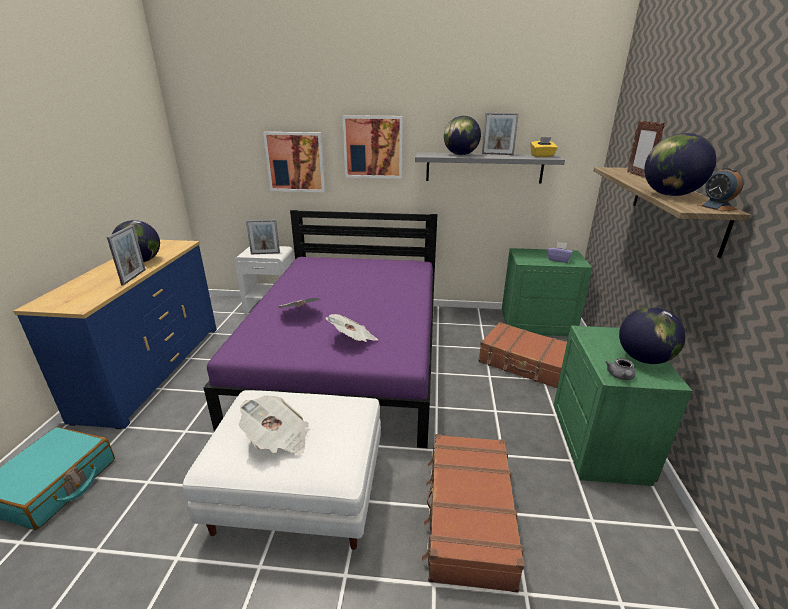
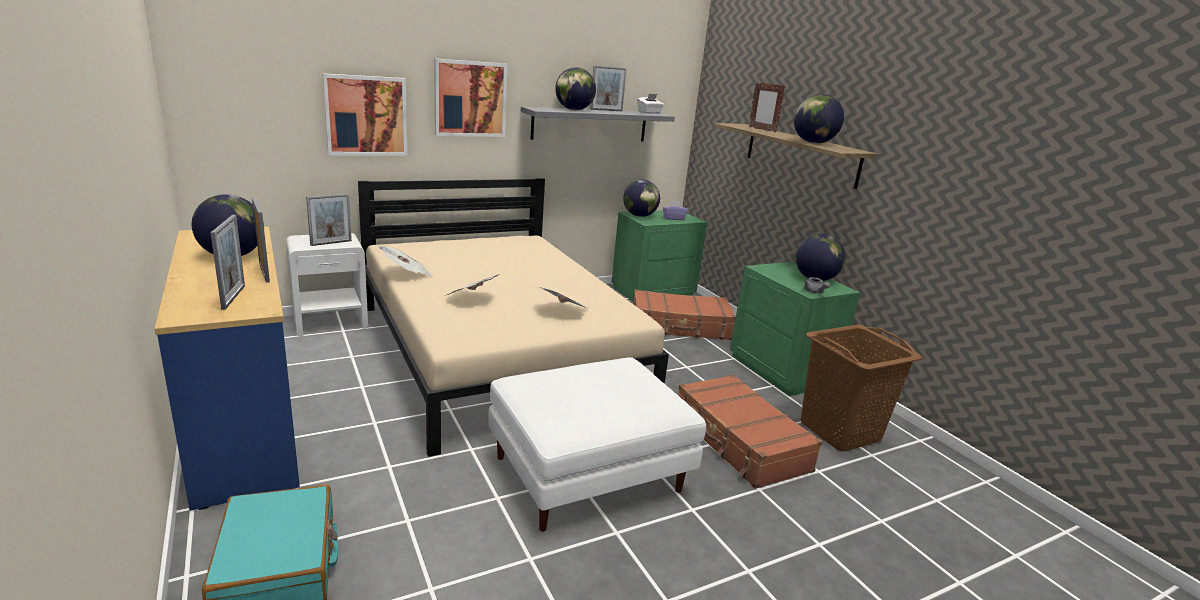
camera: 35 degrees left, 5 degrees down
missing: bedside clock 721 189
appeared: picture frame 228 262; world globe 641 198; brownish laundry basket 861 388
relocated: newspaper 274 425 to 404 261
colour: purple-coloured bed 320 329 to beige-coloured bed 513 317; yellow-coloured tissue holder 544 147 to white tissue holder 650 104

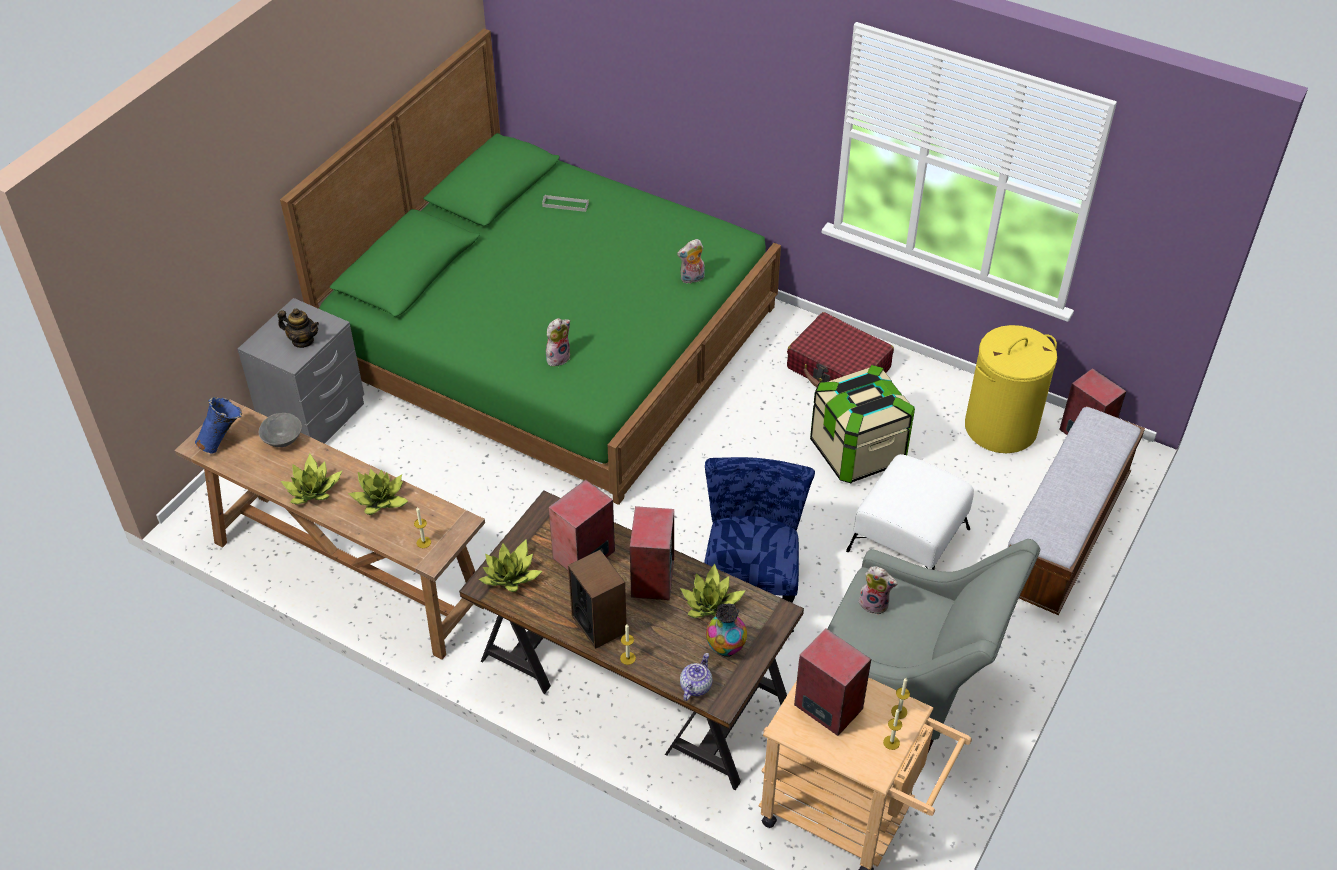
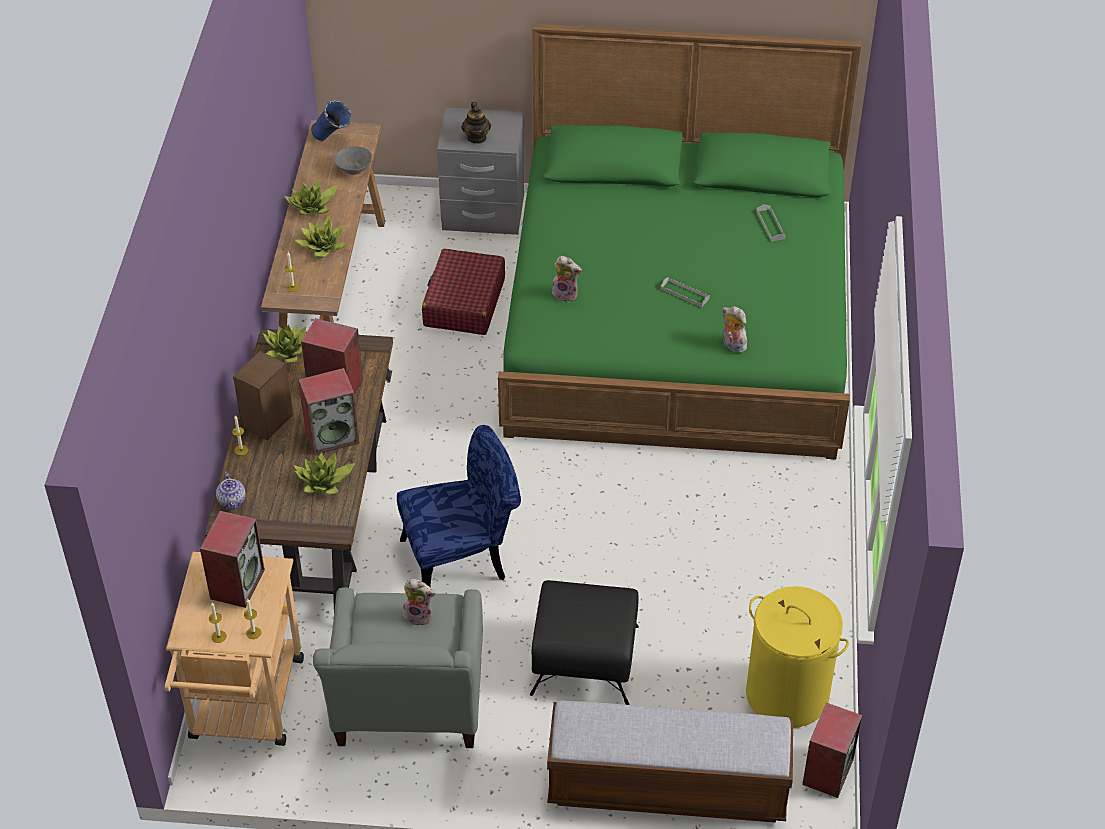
camera: 65 degrees right, 0 degrees up
missing: decorative vase 726 630; storage bin 862 424
appeared: grey tray 685 292
relocated: reddish piece of luggage 840 349 to 463 292
colour: white ottoman 910 512 to black ottoman 584 642
spun: pot for tea 696 677 = 231 490 75 degrees clockwise; cuddly toy 878 590 = 419 602 75 degrees counterclockwise

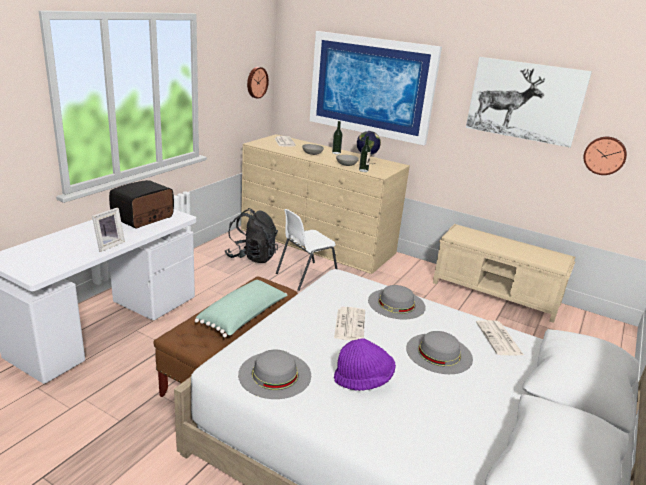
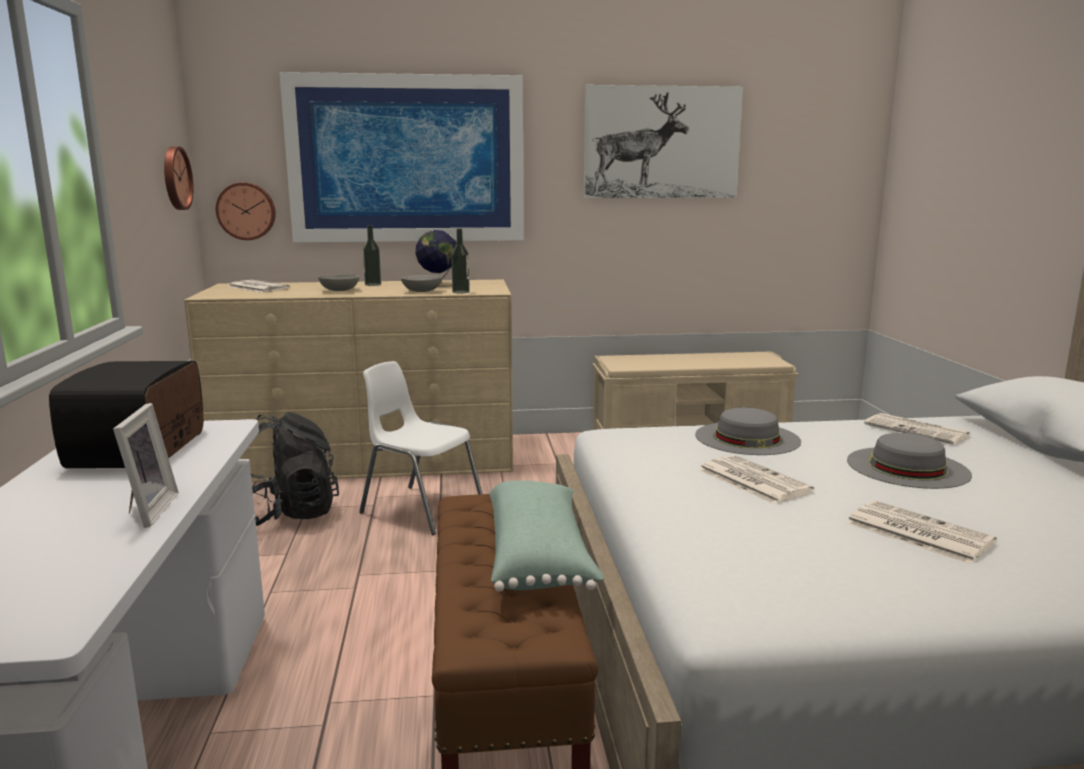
camera: 35 degrees left, 10 degrees down
missing: grey wearable hat 274 374
relocated: wall clock 605 156 to 246 211
exchanged: purple-coloured wearable hat 365 364 to newspaper 921 532
spun: white upright chair 306 250 = 420 448 105 degrees clockwise

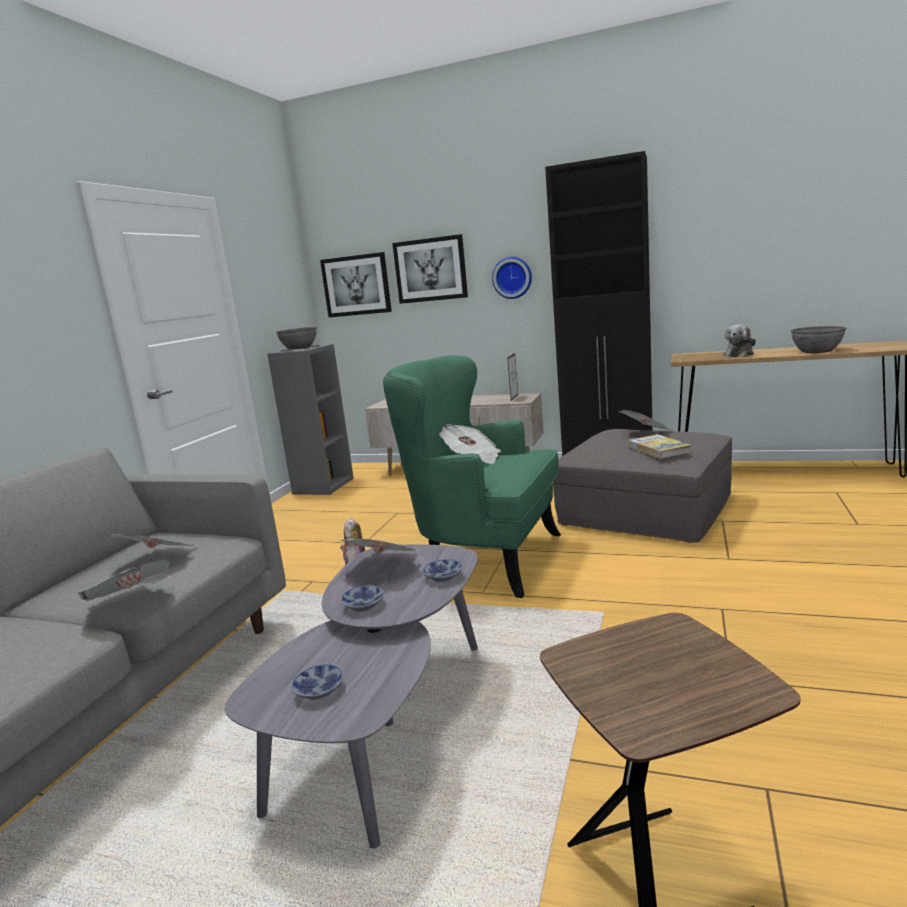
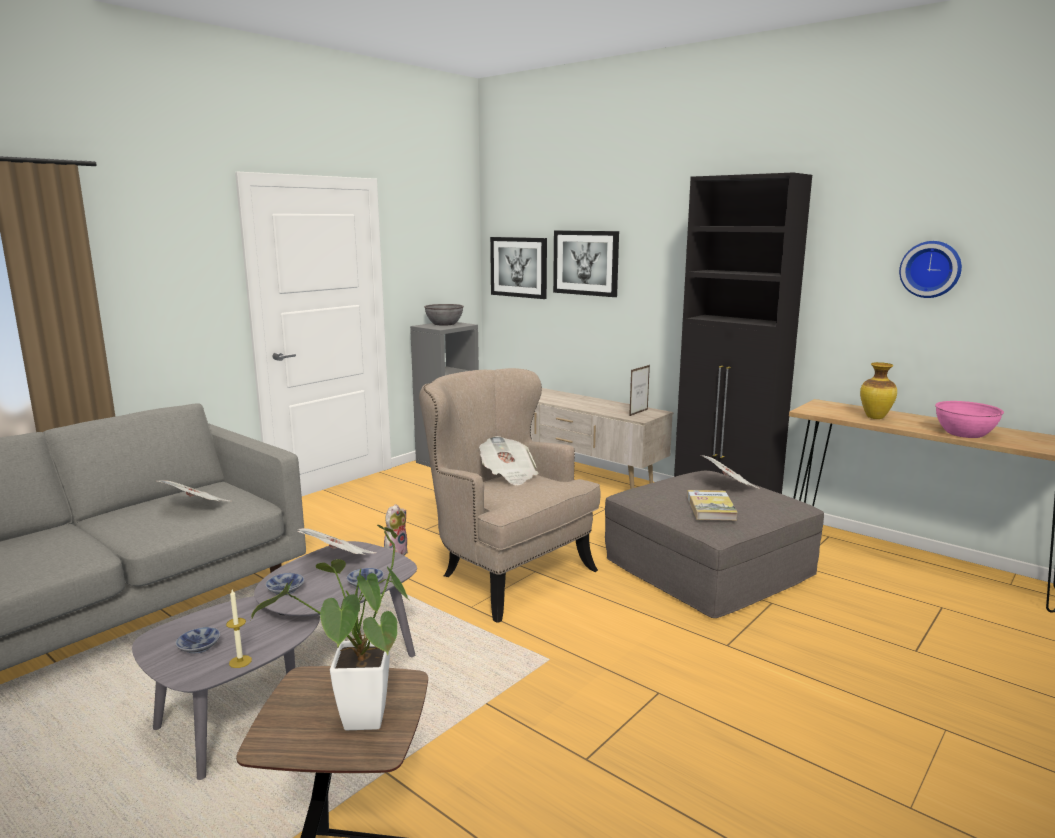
camera: 20 degrees right, 0 degrees up
missing: newspaper 124 580
appeared: candle 239 629; houseplant 330 627
relocated: wall clock 512 278 to 930 269
exchanged: cuddly toy 739 341 to decorative vase 878 390
colour: green armchair 472 476 to beige-coloured armchair 509 495; grey bowl 819 339 to pinkish bowl 969 419

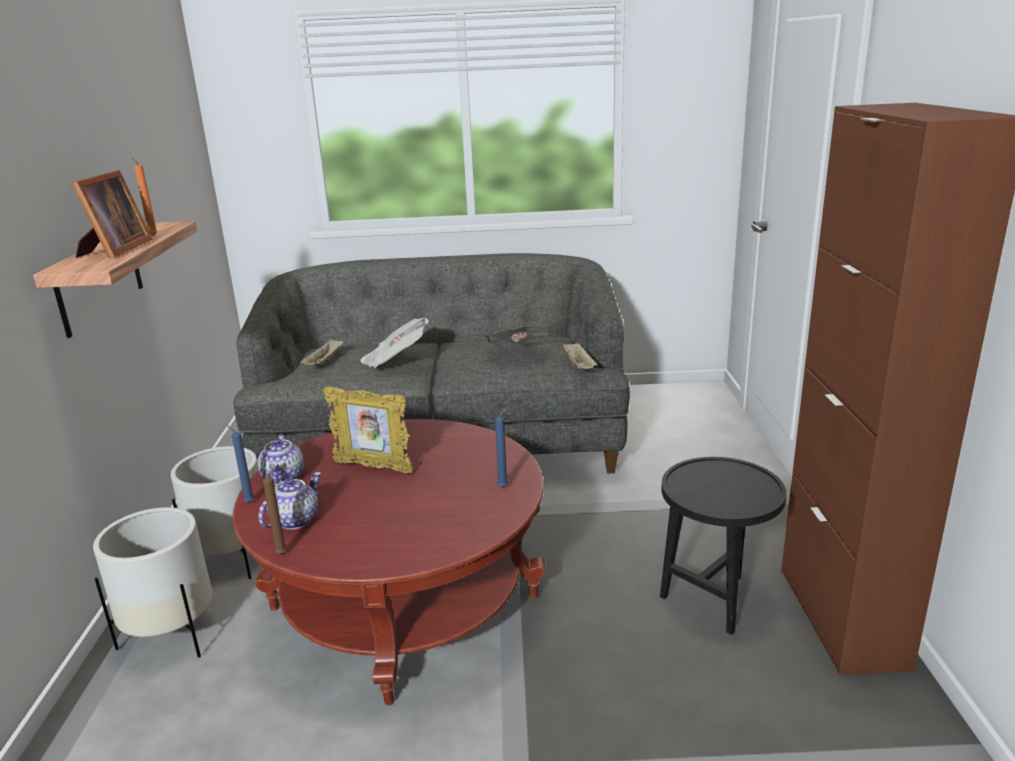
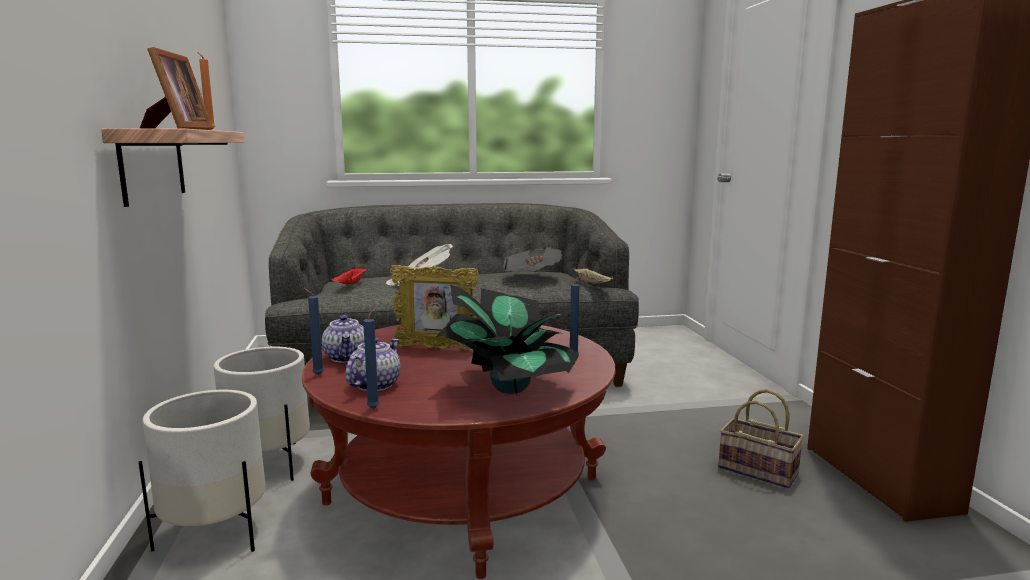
camera: 10 degrees left, 10 degrees down
appeared: houseplant 507 339
exchanged: black accent table 723 546 to storage basket 761 438
colour: brownish candle 275 510 to blue candle 371 358; beige-coloured tray 321 352 to reddish tray 349 276

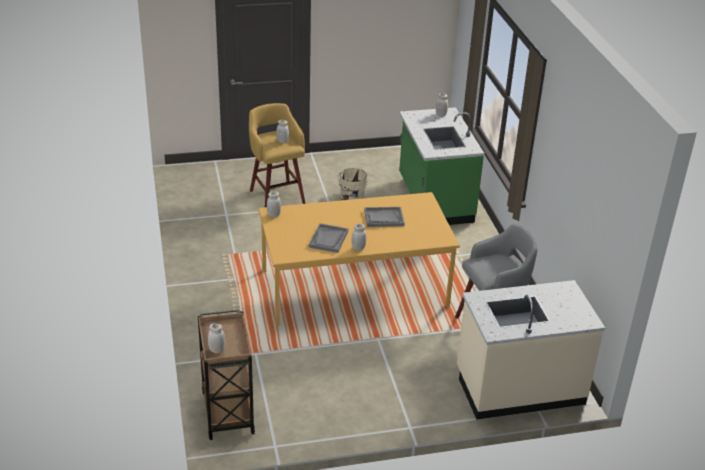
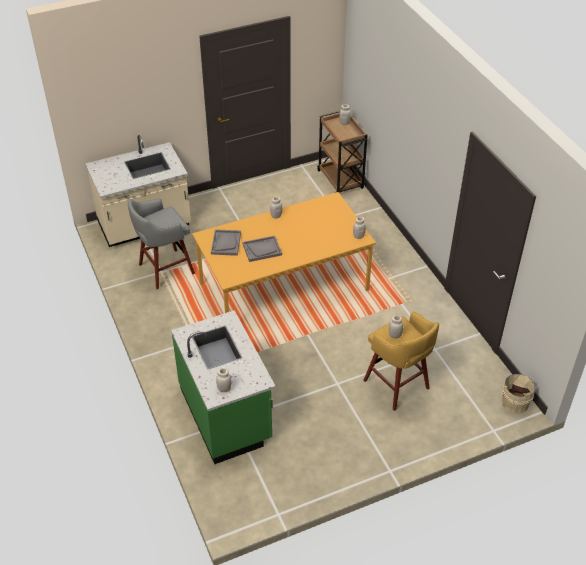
camera: 170 degrees right, 10 degrees up
relocated: grey tray 328 238 to 226 242; beige-coloured pail 353 184 to 518 394

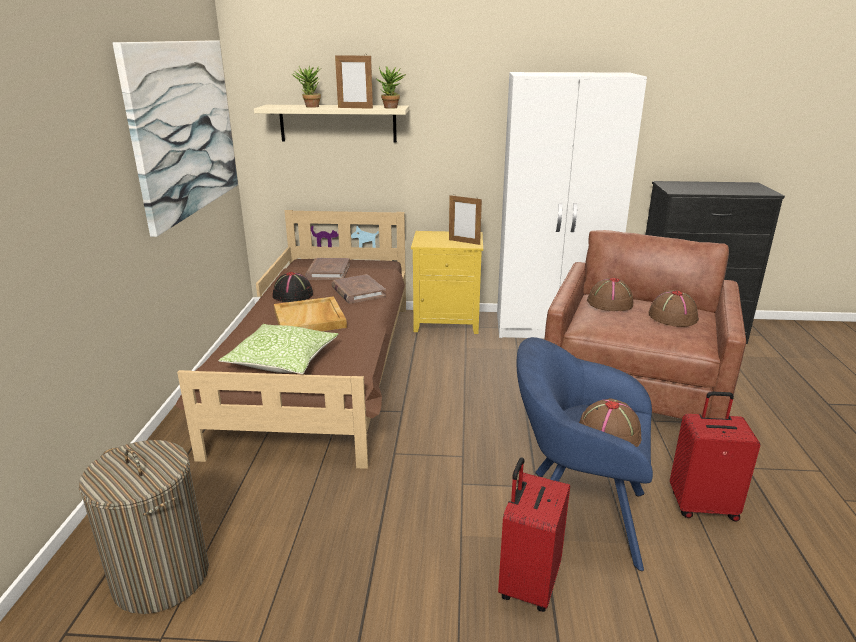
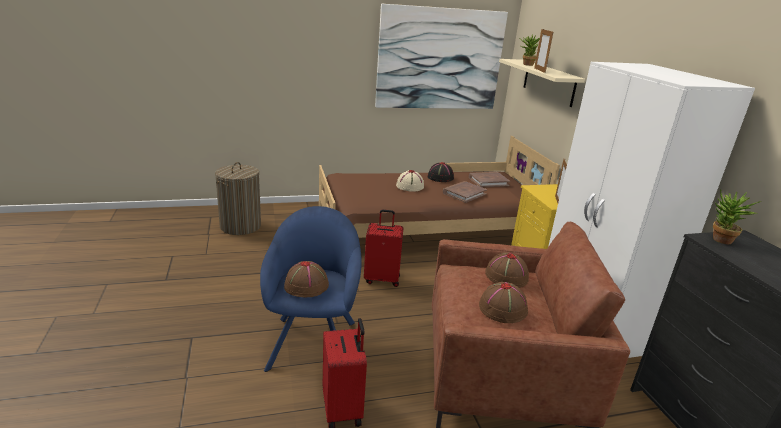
camera: 70 degrees right, 0 degrees up
missing: pillow 278 349
relocated: houseplant 391 87 to 737 216; reddish piece of luggage 534 534 to 383 248
exchanged: beige-coloured tray 310 313 to beige-coloured wearable hat 410 181

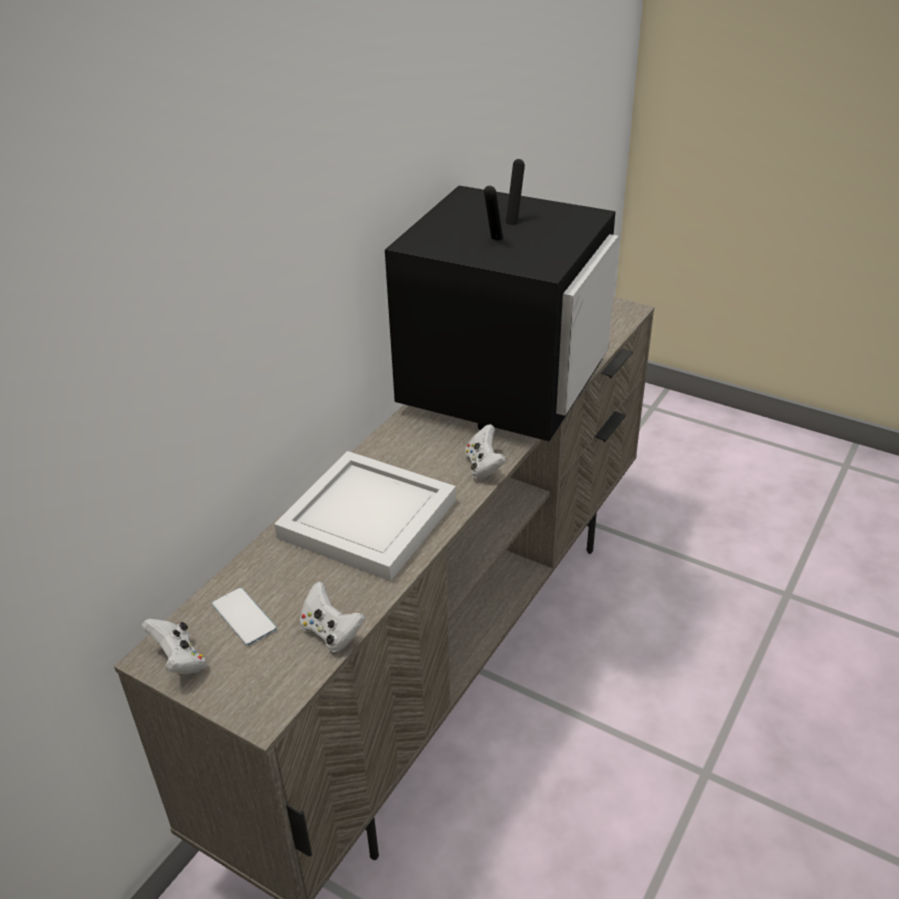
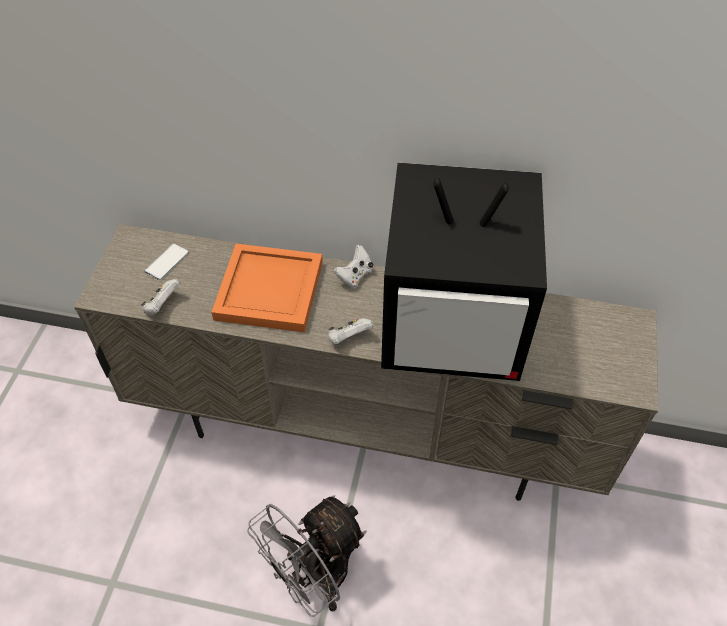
camera: 70 degrees right, 15 degrees up
appeared: grey cooling fan 307 556
relocated: white game controller 174 646 to 353 266
colour: white tray 365 516 to orange tray 267 288

